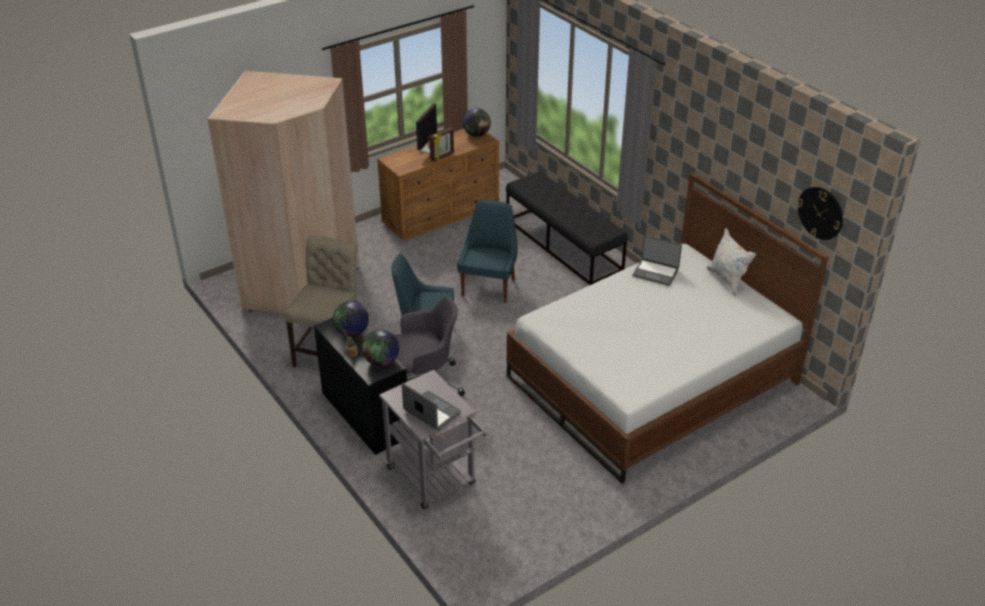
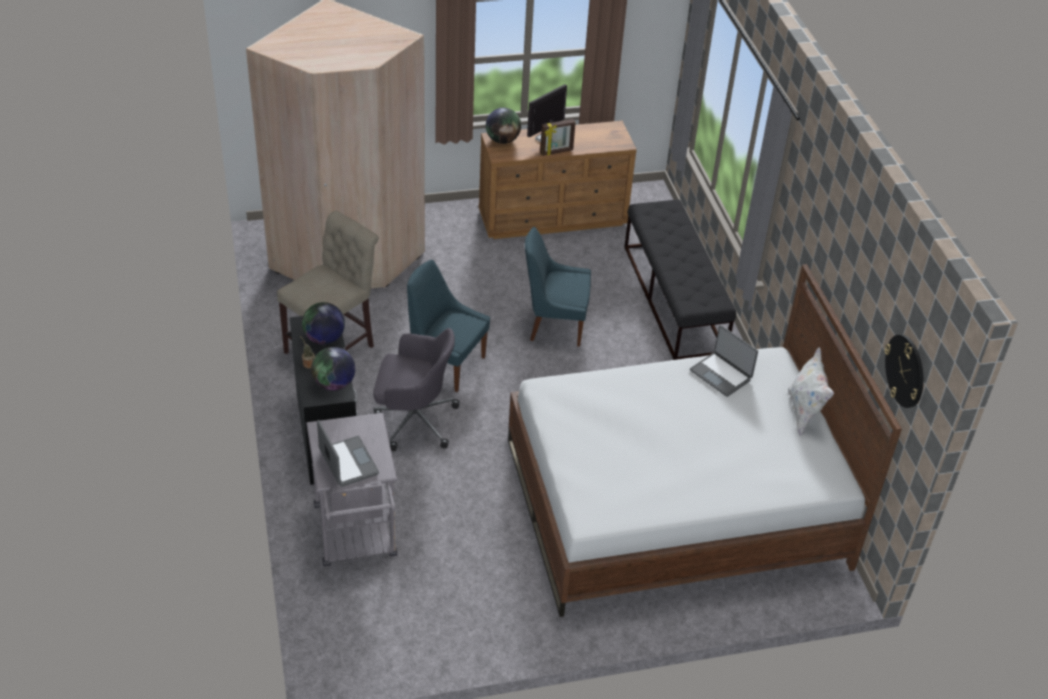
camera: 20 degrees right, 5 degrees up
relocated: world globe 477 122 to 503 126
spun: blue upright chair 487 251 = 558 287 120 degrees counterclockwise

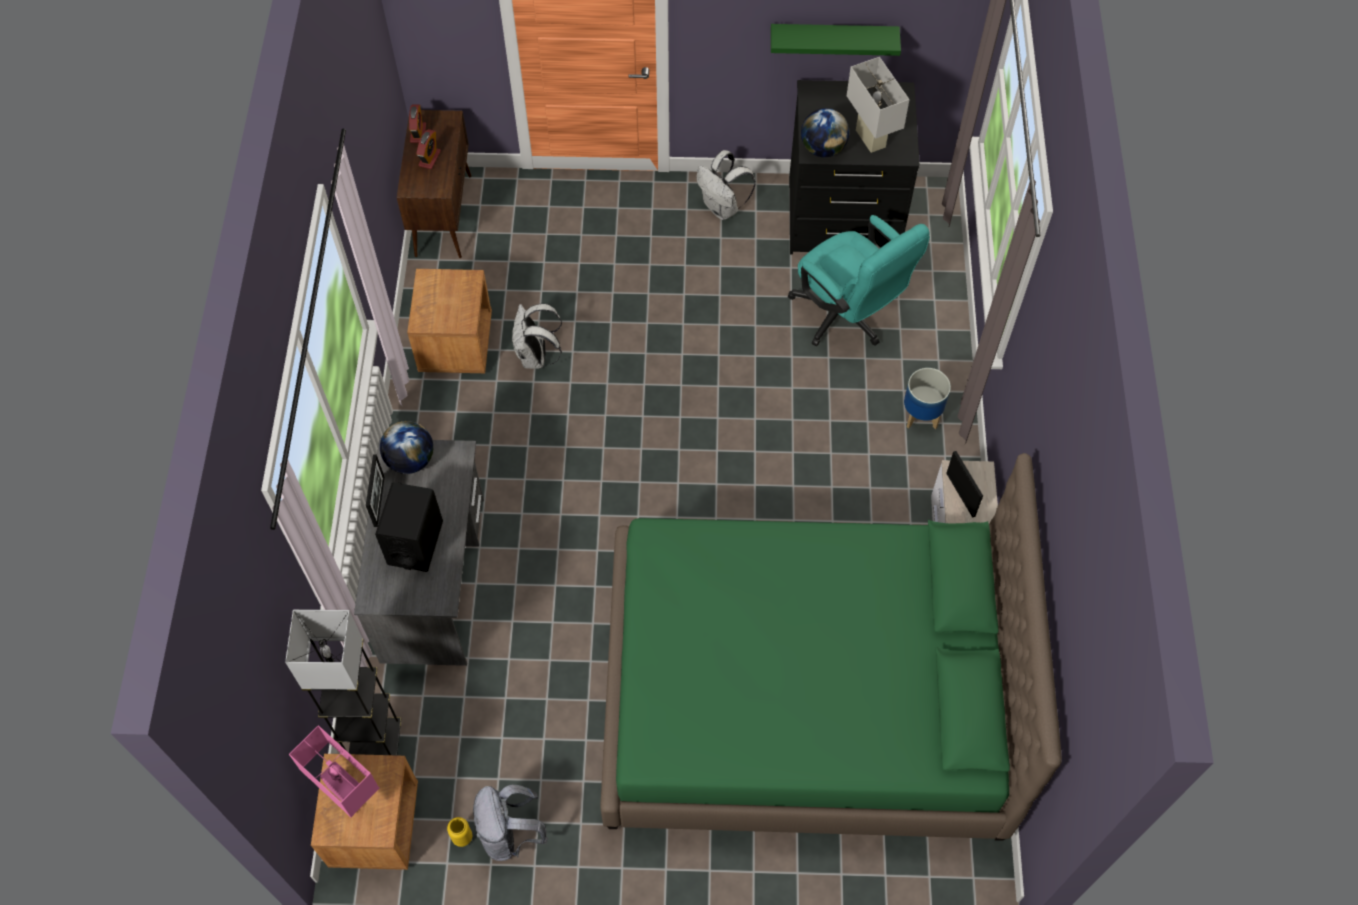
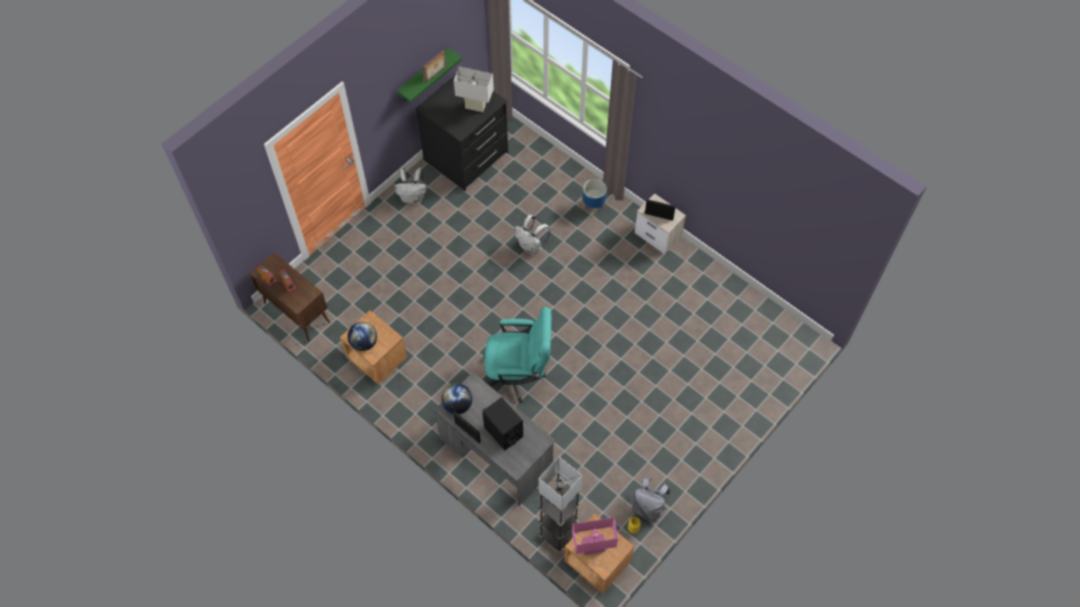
camera: 50 degrees left, 0 degrees up
missing: green bed 831 647
appeared: picture frame 434 66
relocated: white knapsack 537 336 to 532 235; blue-green desk chair 859 281 to 517 355; world globe 825 132 to 362 336

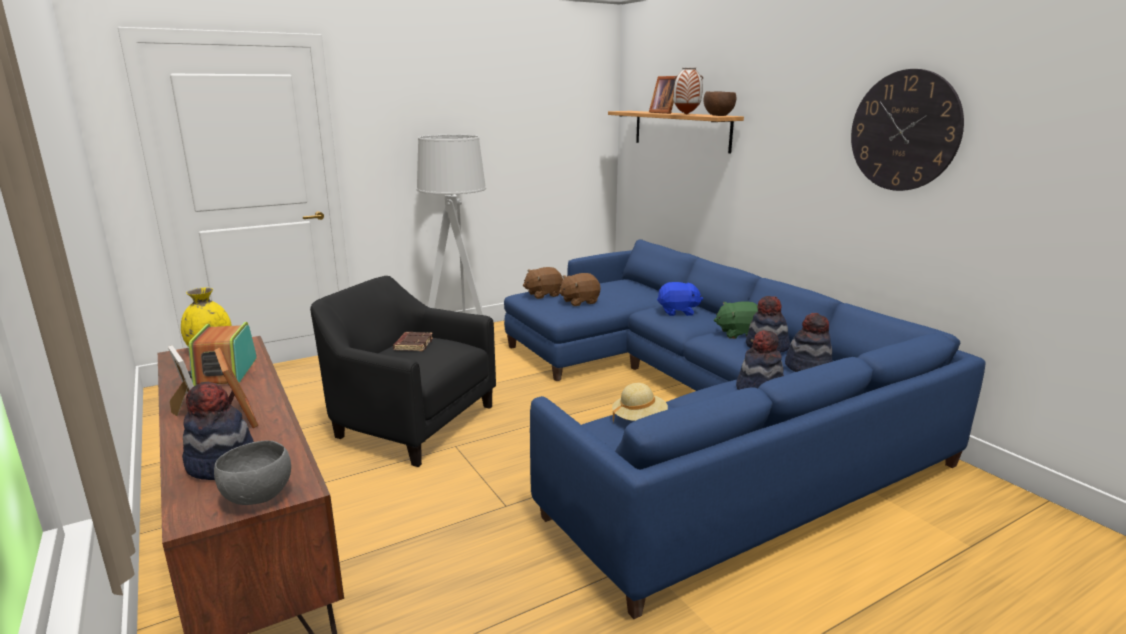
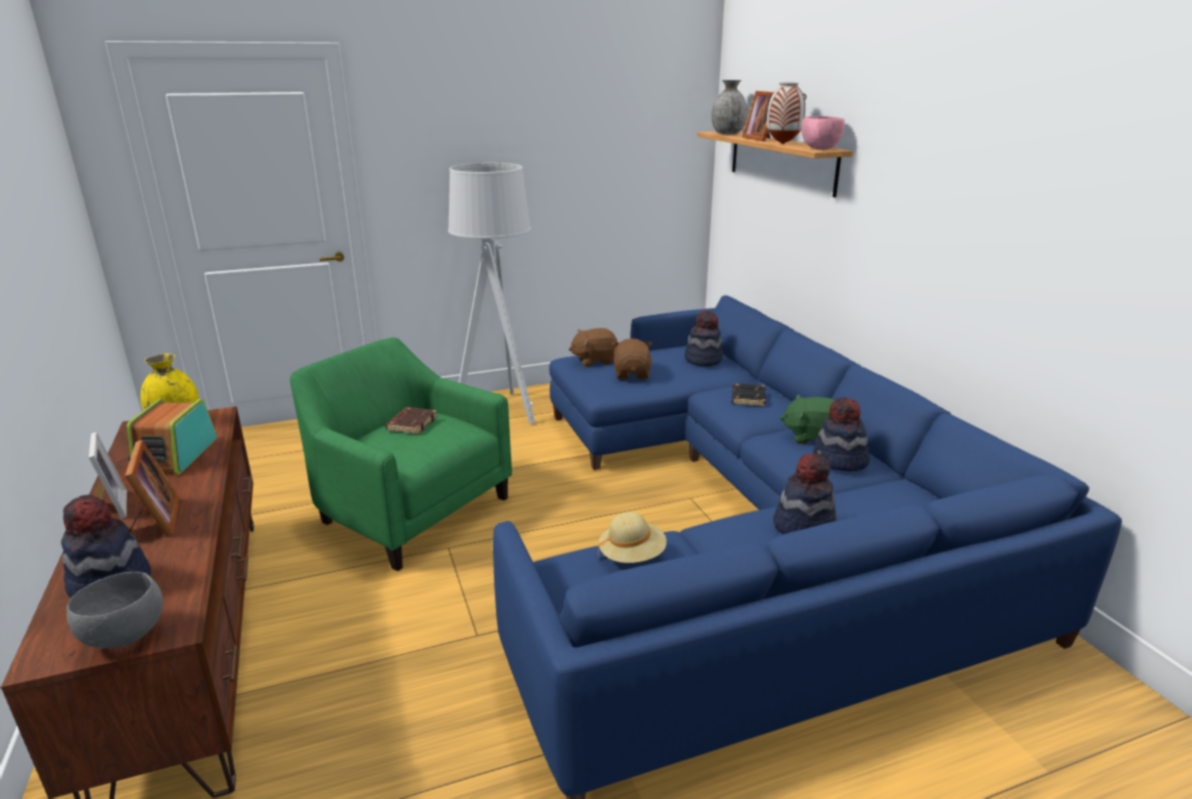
camera: 10 degrees right, 5 degrees up
missing: wall clock 907 130
appeared: grey decorative vase 729 107
relocated: wearable hat 809 342 to 704 338
exchanged: blue cuddly toy 680 299 to black bound book 749 395
colour: black armchair 403 371 to green armchair 401 454; brownish bowl 719 103 to pinkish bowl 823 133
spun: brownish cuddly toy 579 289 = 632 358 105 degrees clockwise

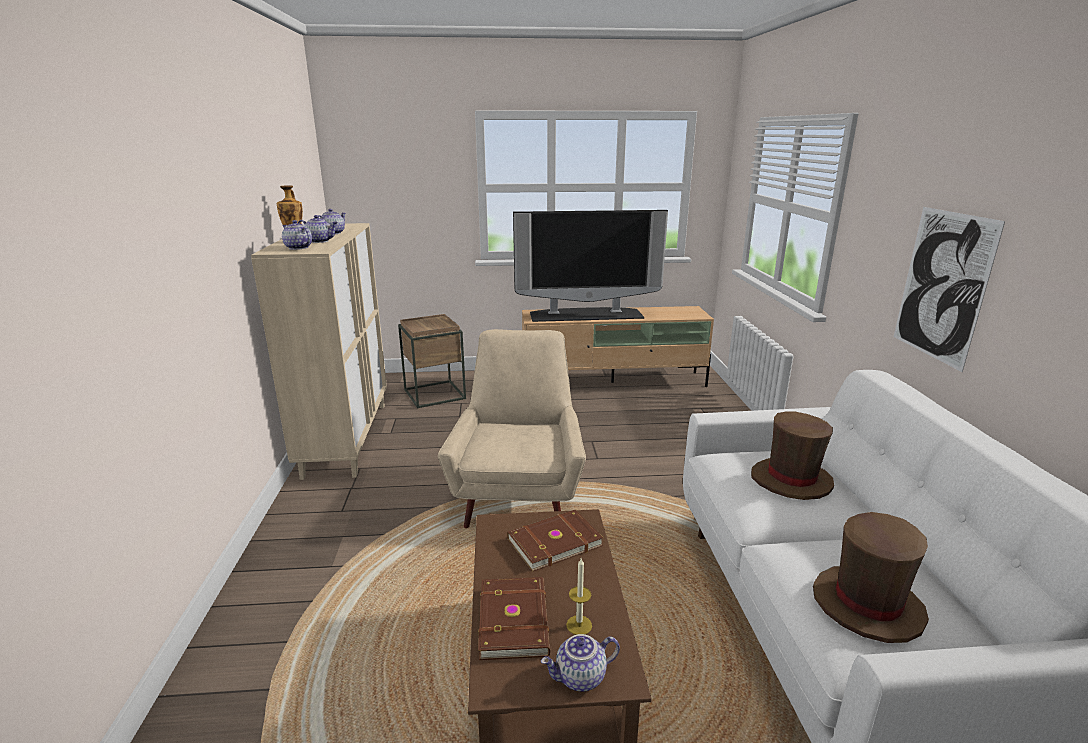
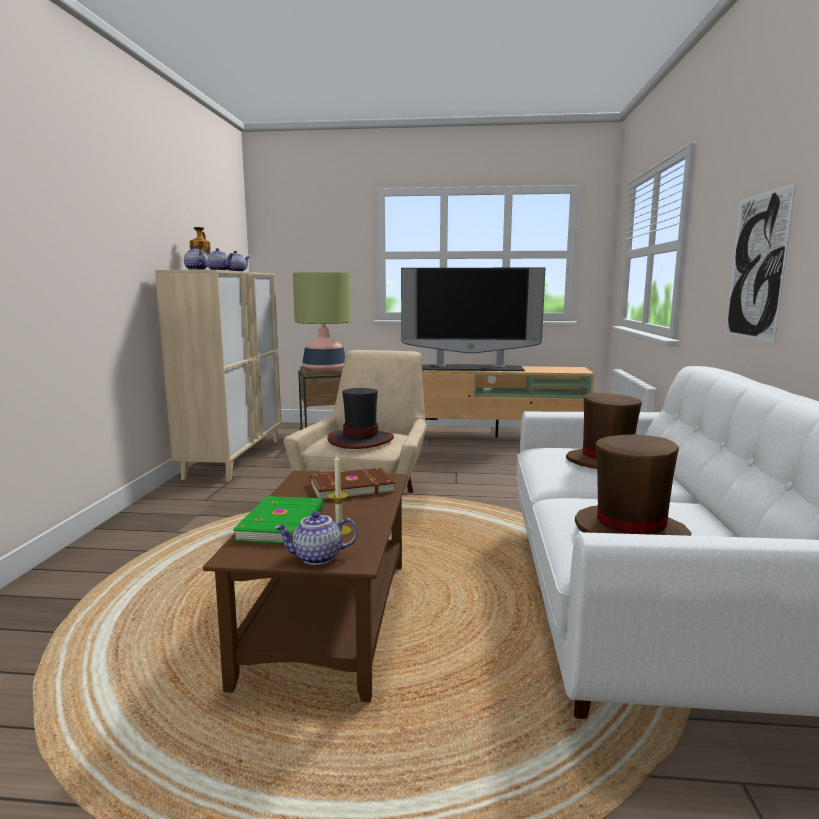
camera: 10 degrees right, 10 degrees down
appeared: lamp for a table 322 321; wearable hat 360 418
colour: brownish bound book 514 618 to green bound book 278 520

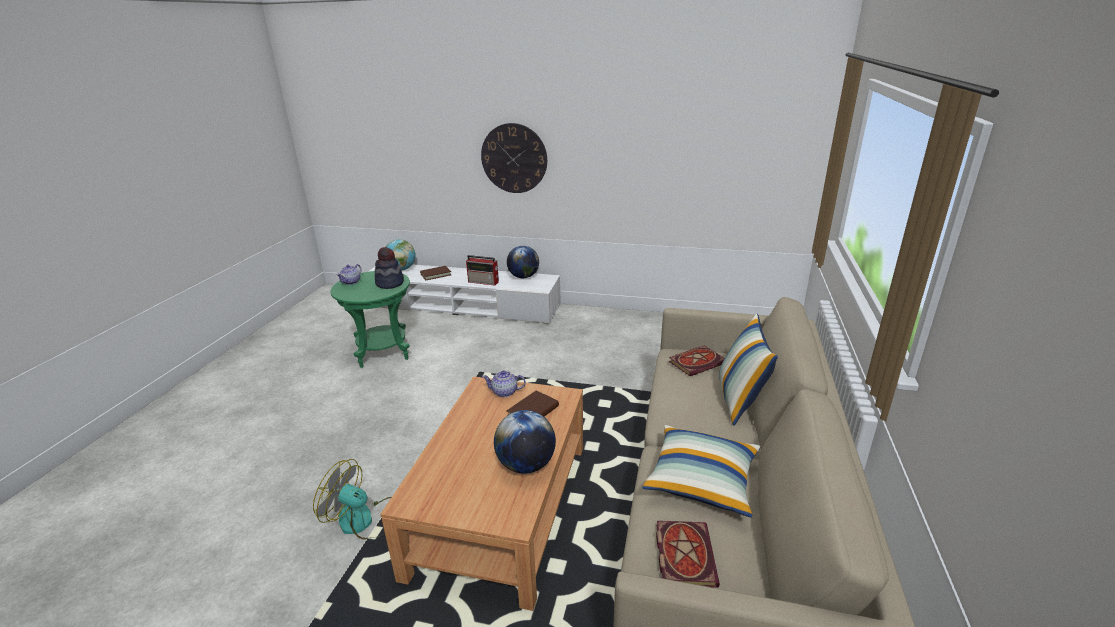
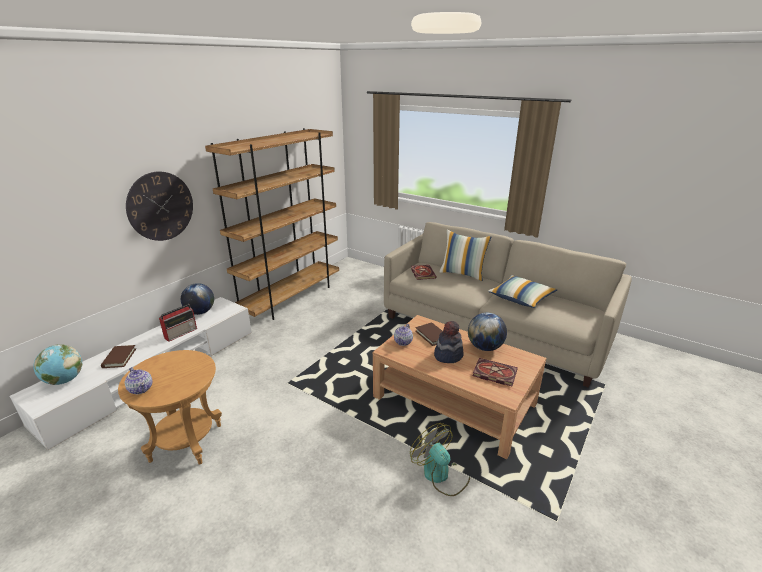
camera: 70 degrees left, 0 degrees up
appeared: brownish bookshelf 272 224
relocated: wearable hat 389 268 to 449 342; bound book 688 554 to 495 372
colour: green accent table 370 319 to brownish accent table 170 407
spun: cooling fan 352 499 = 440 459 105 degrees clockwise

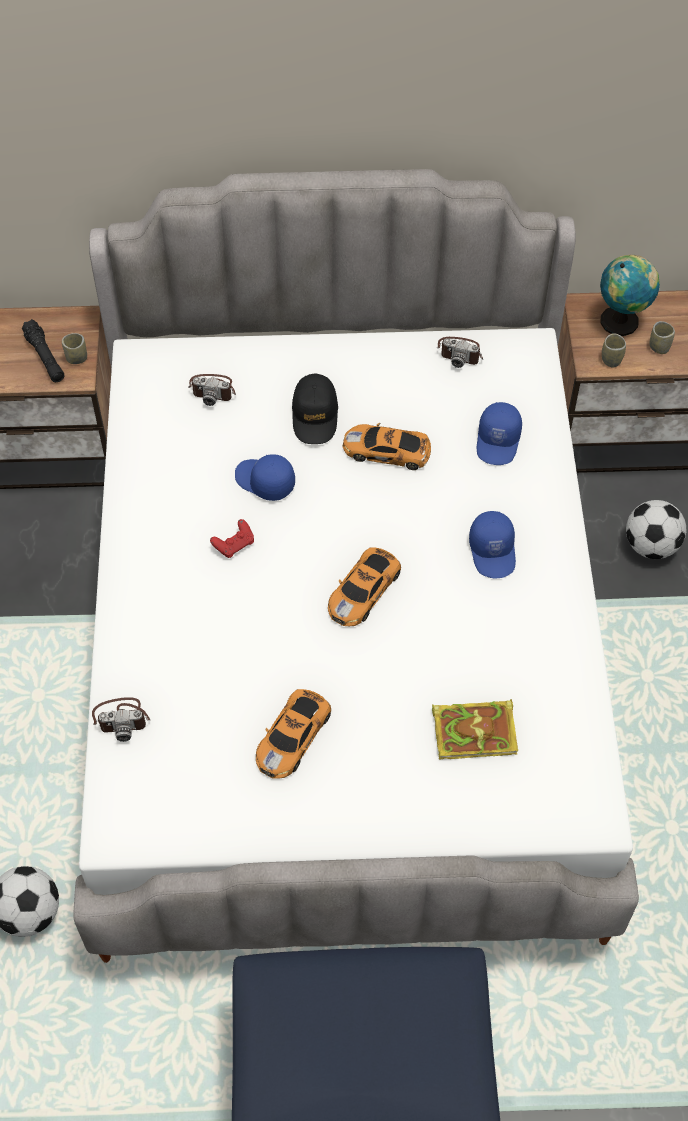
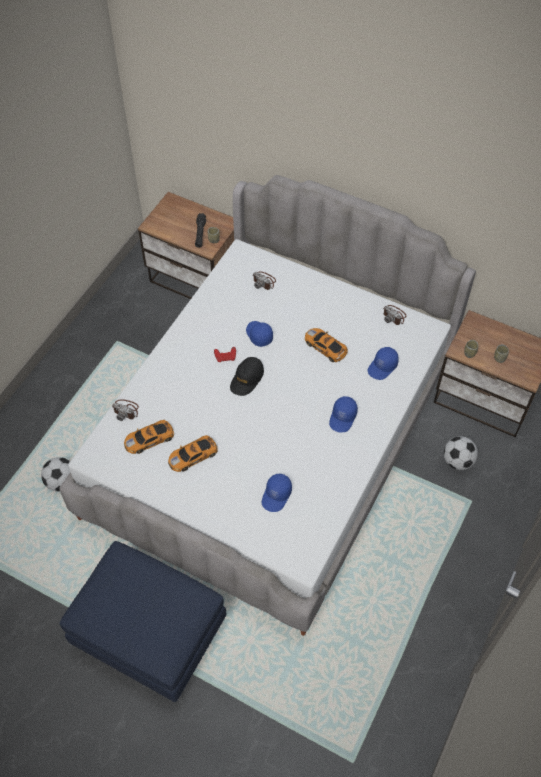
camera: 30 degrees right, 0 degrees up
missing: world globe 630 295
relocated: black cap 315 408 to 247 376; miniature car 364 586 to 149 437
exchanged: bound book 475 729 to blue cap 277 493

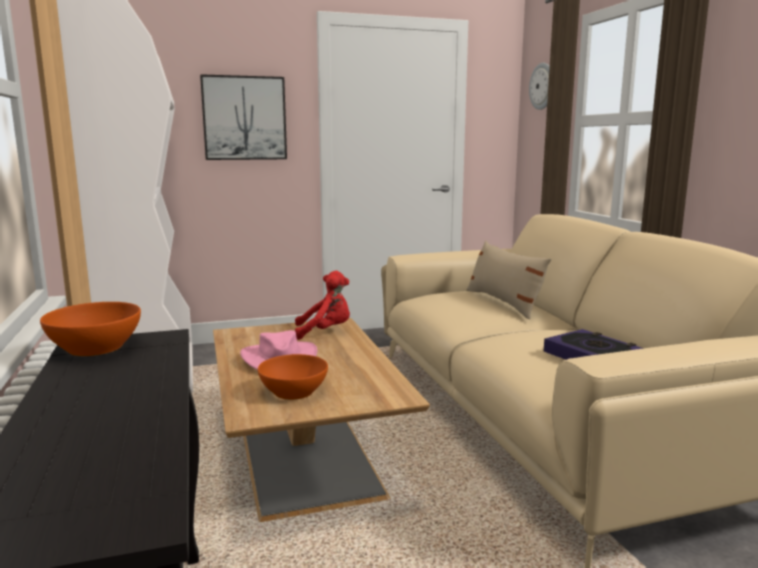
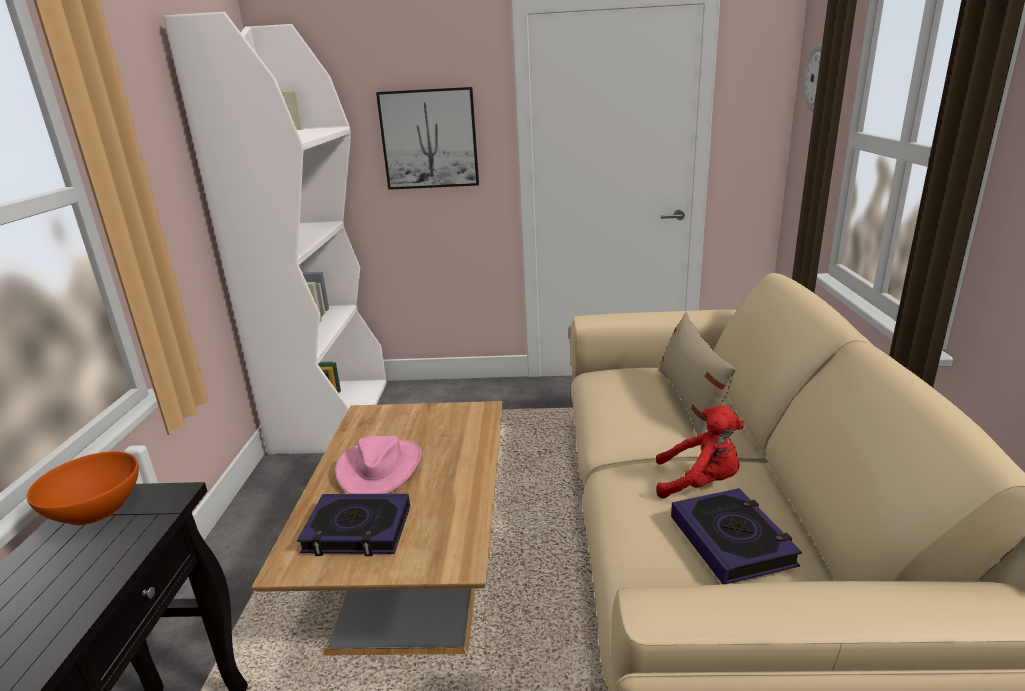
camera: 20 degrees right, 10 degrees up
relocated: reddish cuddly toy 322 305 to 700 452
exchanged: orange bowl 293 377 to bound book 353 525

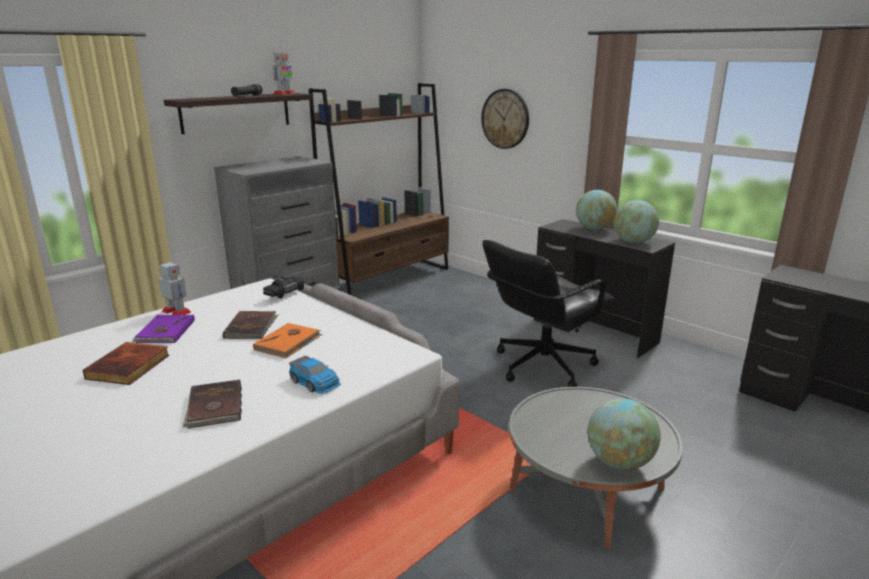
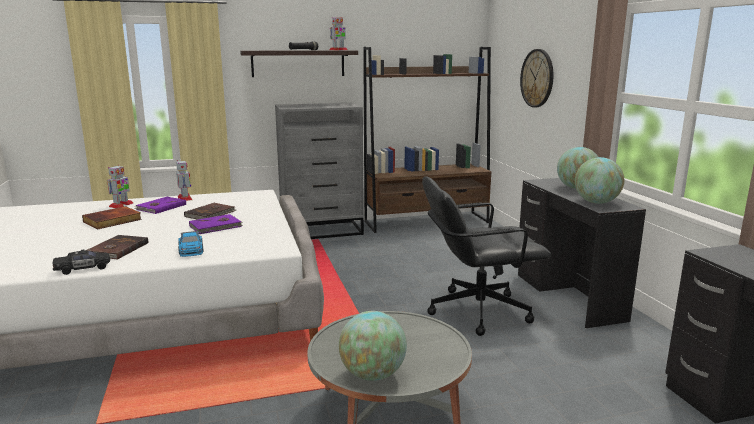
camera: 30 degrees right, 5 degrees down
appeared: toy robot 120 186
relocated: black miniature car 283 287 to 81 262
colour: orange bound book 288 340 to purple-coloured bound book 216 224

